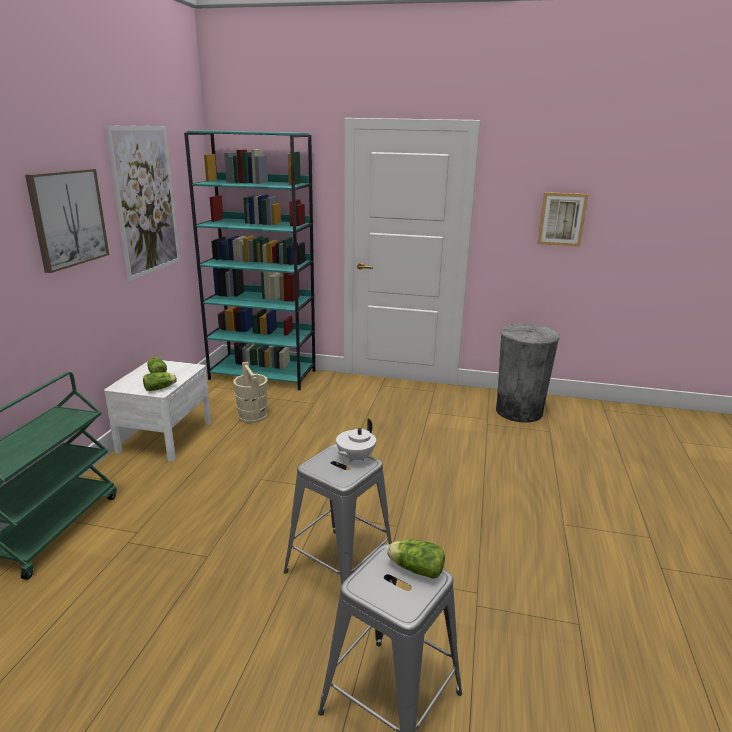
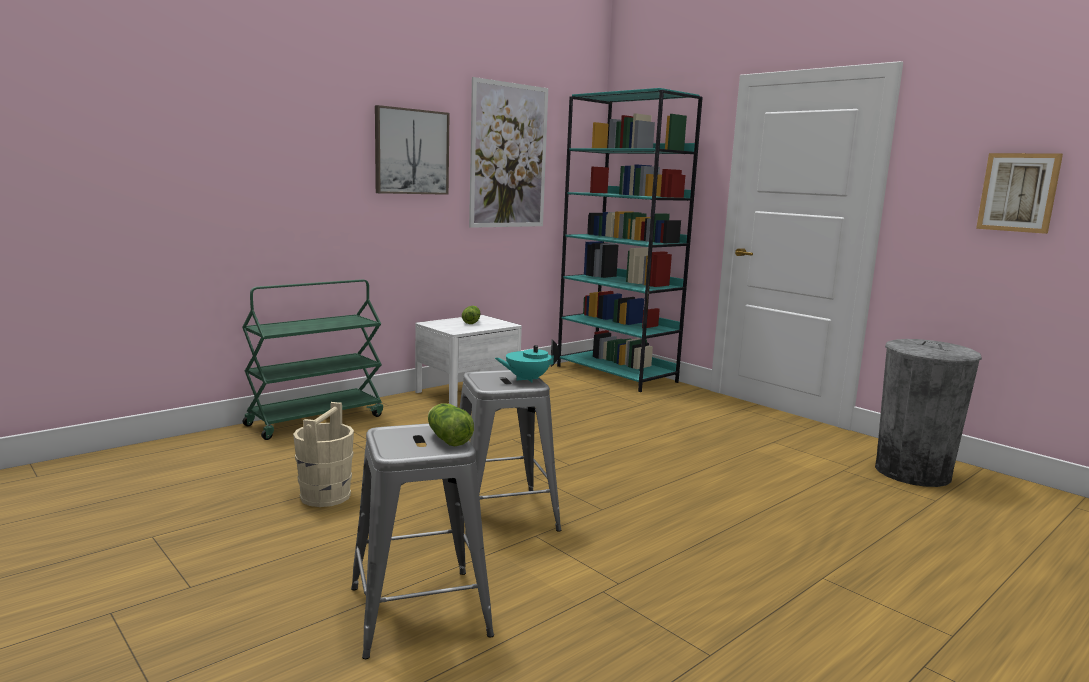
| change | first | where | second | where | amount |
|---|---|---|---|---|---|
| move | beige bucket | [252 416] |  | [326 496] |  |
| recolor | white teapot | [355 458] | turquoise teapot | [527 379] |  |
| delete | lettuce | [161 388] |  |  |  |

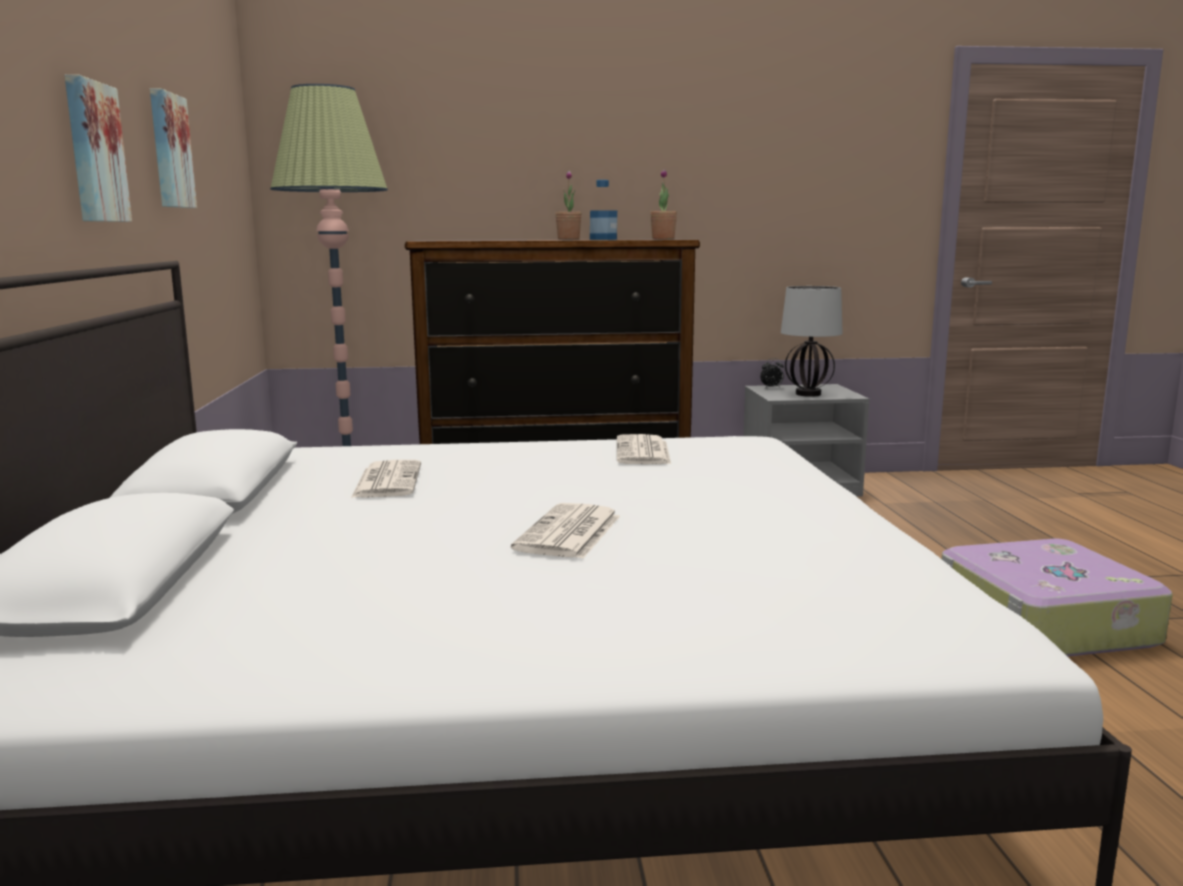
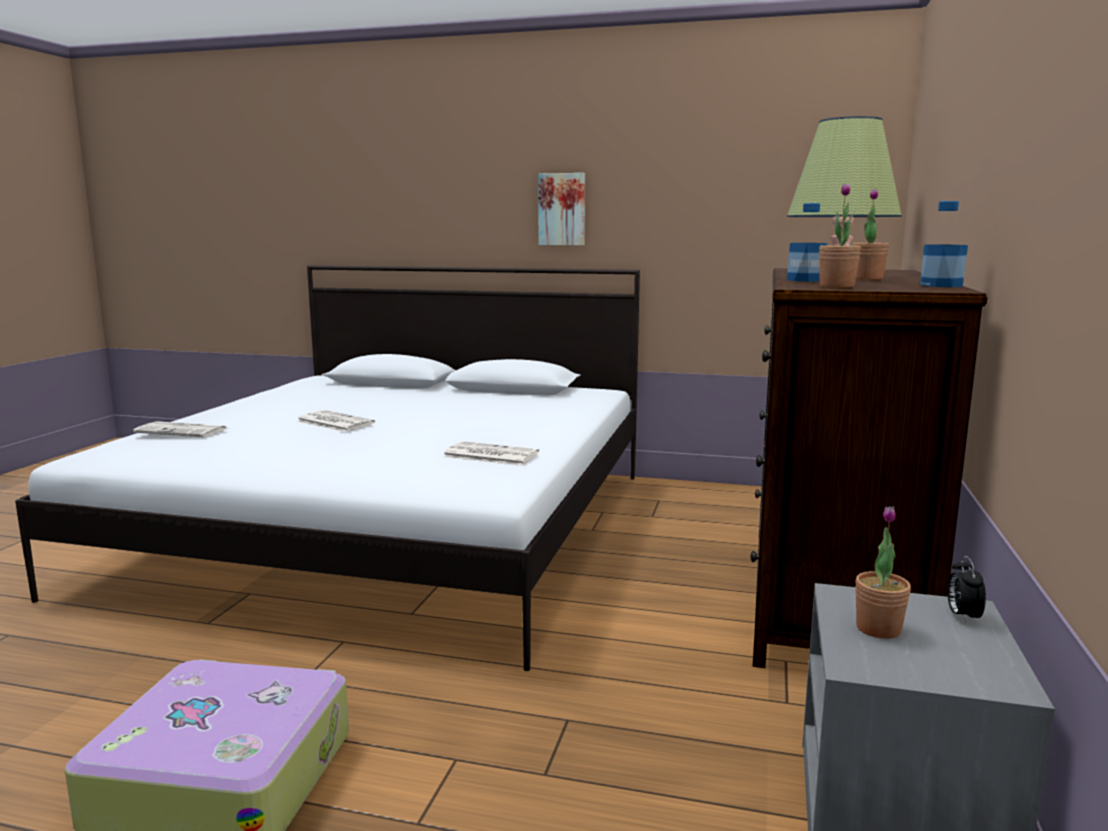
| change | first | where | second | where | amount |
|---|---|---|---|---|---|
| move | newspaper | [387 481] |  | [183 431] |  |
| replace | table lamp | [808 394] | potted plant | [878 629] |  |
| insert |  |  | bottle | [941 285] |  |
| delete | picture | [168 151] |  |  |  |

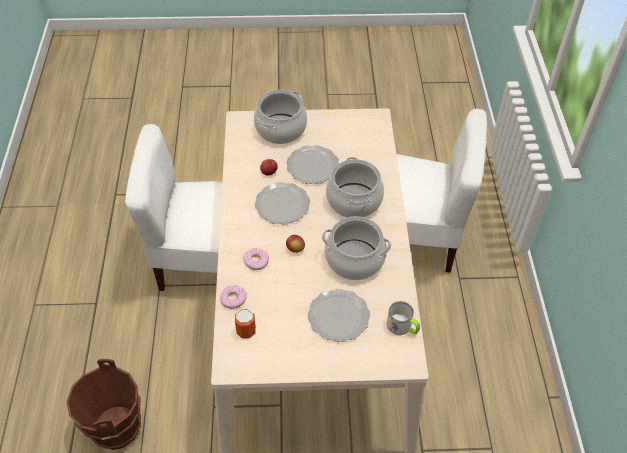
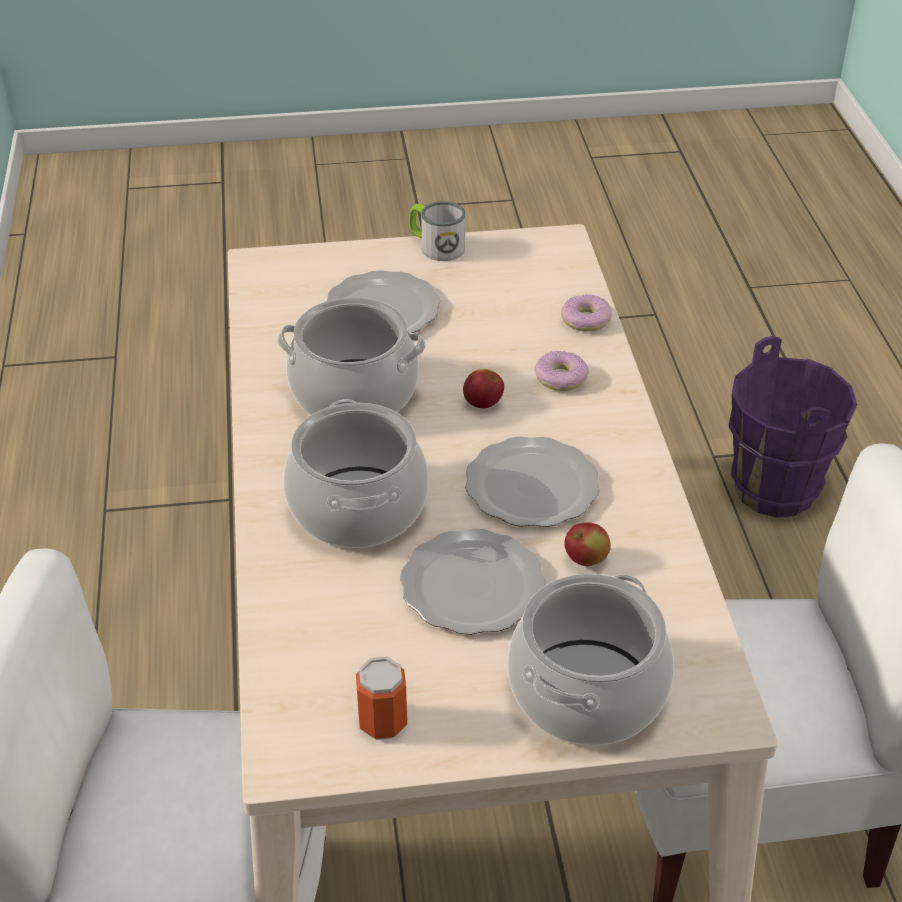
| change | first | where | second | where | amount |
|---|---|---|---|---|---|
| move | can | [246 331] |  | [382 722] |  |
| move | mug | [402 327] |  | [436 246] |  |
| recolor | brown bucket | [116 428] | purple bucket | [775 489] |  |

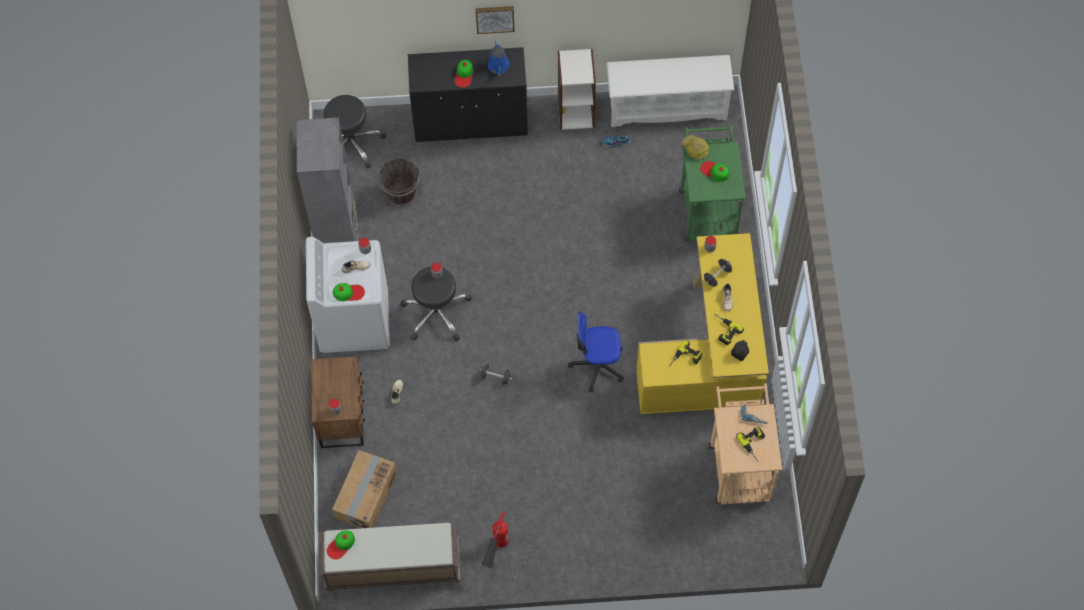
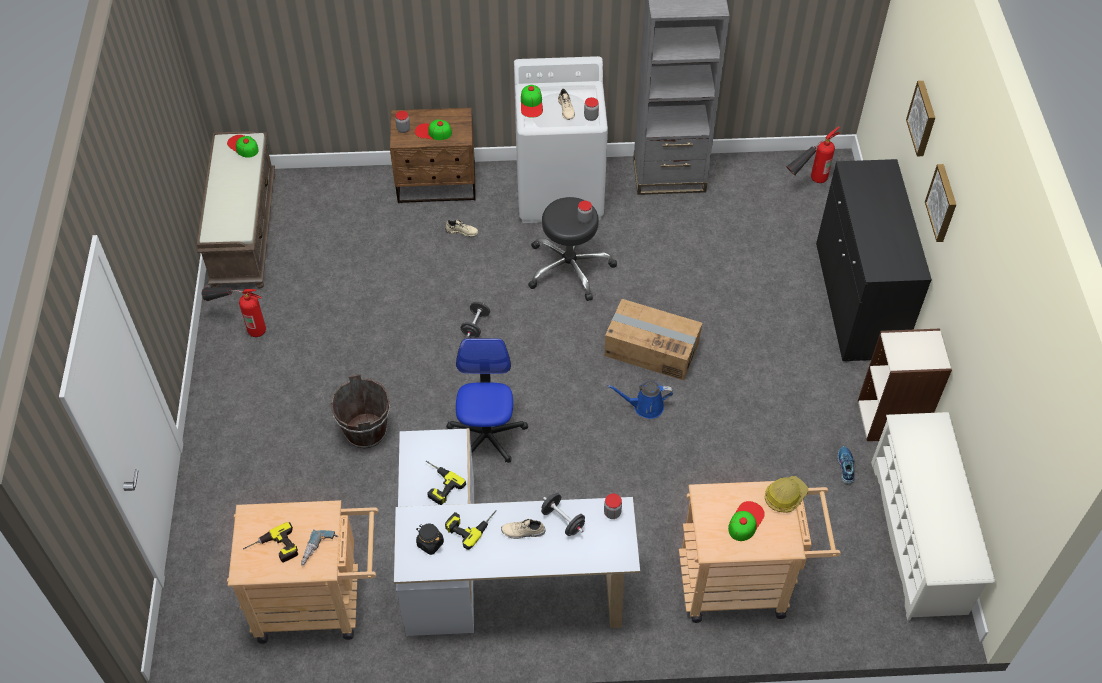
| change | first | where | second | where | amount |
|---|---|---|---|---|---|
| move | brown bucket | [401 193] |  | [366 431] |  |
| recolor | yellow desk | [710 355] | white desk | [495 574] |  |
| move | cap | [464 75] |  | [433 132] |  |
| move | cardboard box | [365 495] |  | [651 349] |  |
| move | blue watering can | [498 67] |  | [645 406] |  |
| recolor | green cart | [707 207] | beige cart | [744 583] |  |
| replace | black stool | [350 143] | fire extinguisher | [806 184] |  |
| insert |  |  | picture | [923 118] |  |

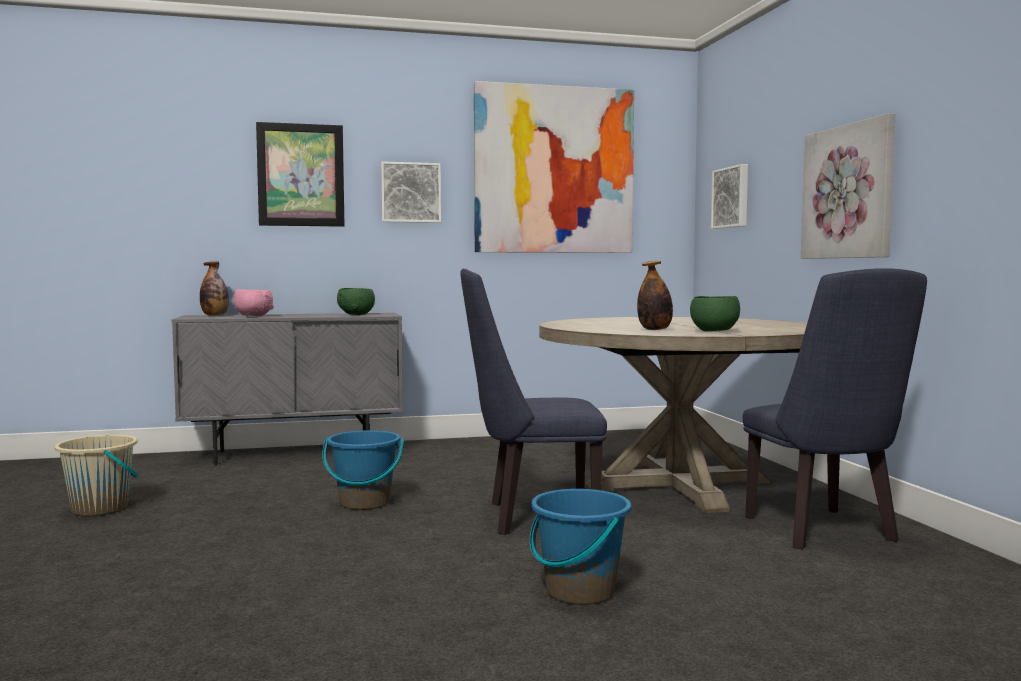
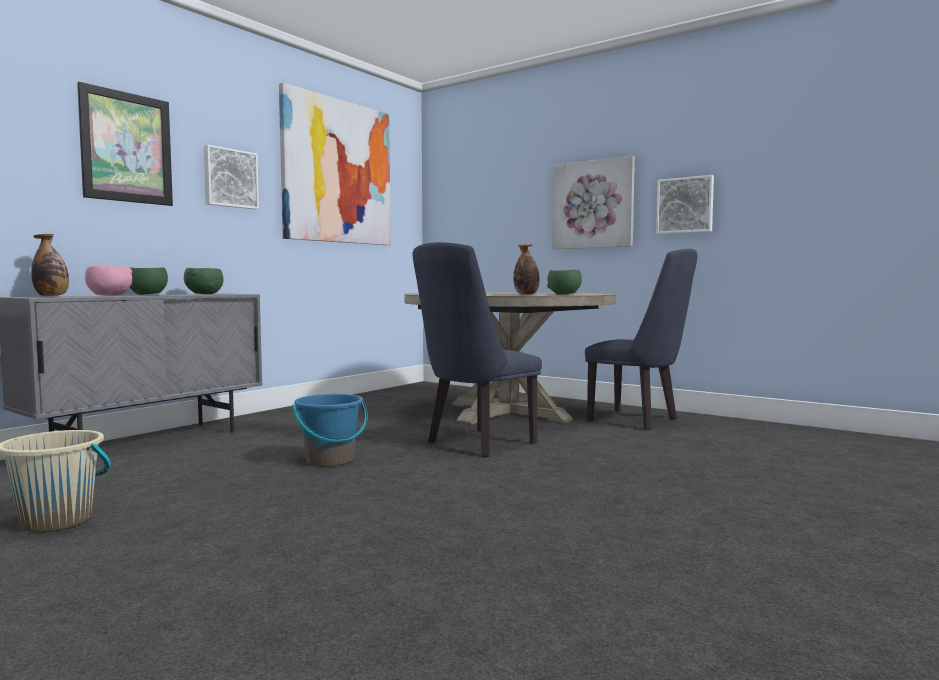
| change | first | where | second | where | amount |
|---|---|---|---|---|---|
| insert |  |  | green bowl | [148 294] |  |
| move | picture | [732 197] |  | [685 205] |  |
| delete | blue bucket | [579 591] |  |  |  |

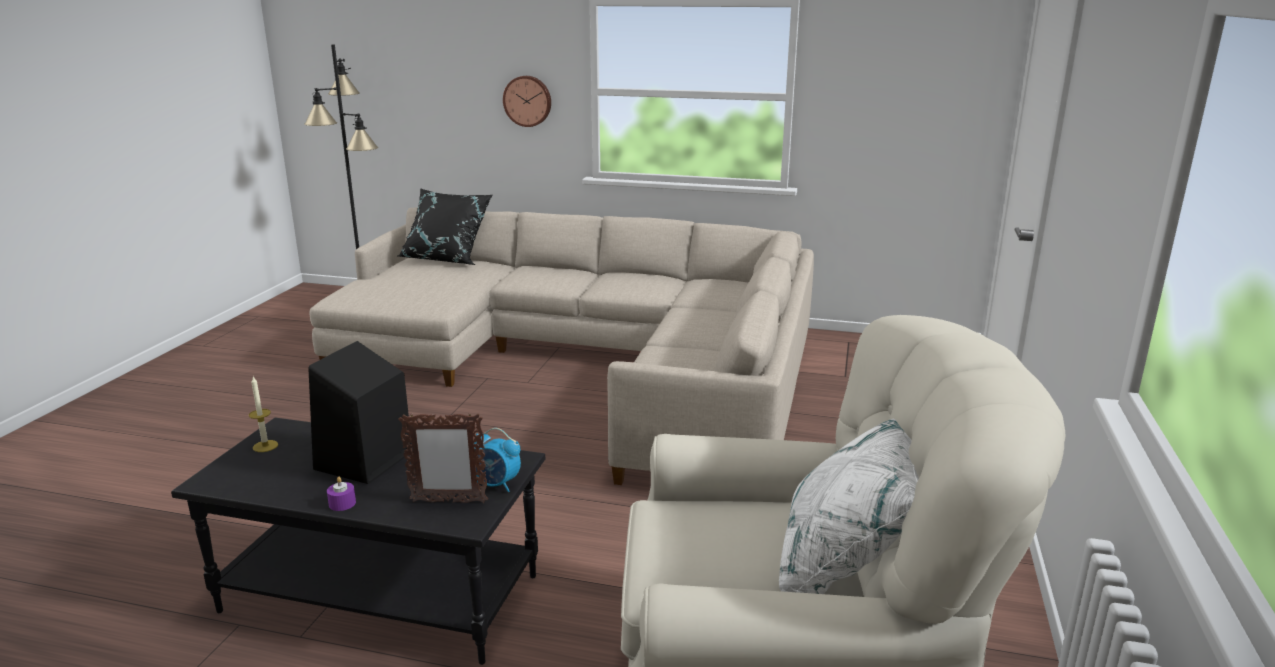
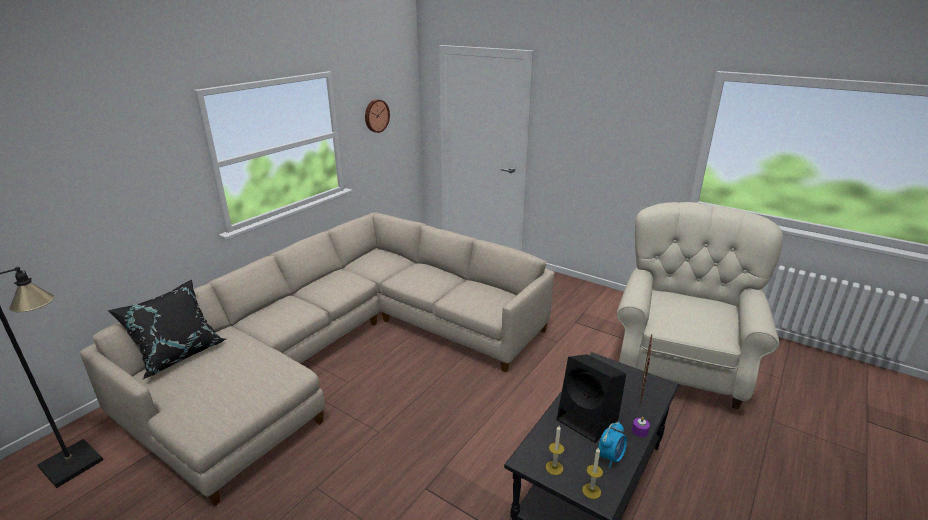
| change | first | where | second | where | amount |
|---|---|---|---|---|---|
| move | wall clock | [528 101] |  | [376 115] |  |
| insert |  |  | candle | [591 491] |  |
| move | alarm clock | [497 485] |  | [610 457] |  |
| delete | white pillow | [845 565] |  |  |  |

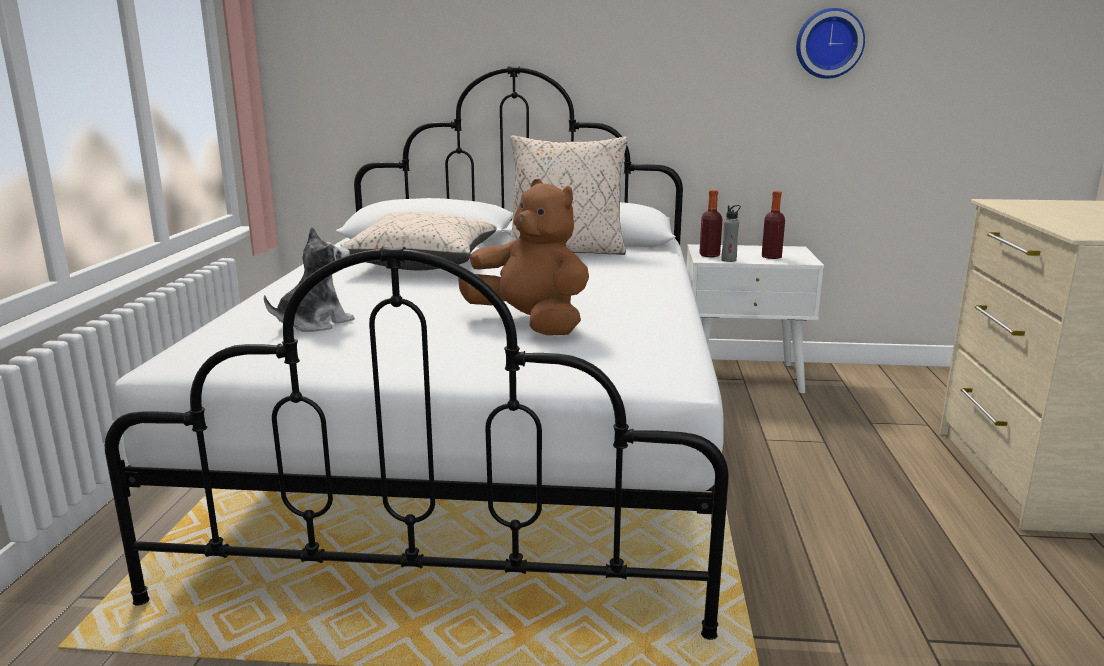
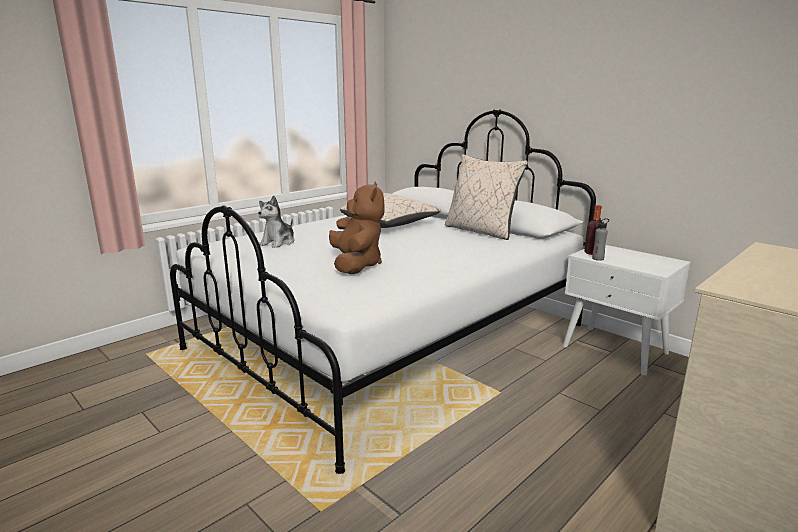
| change | first | where | second | where | amount |
|---|---|---|---|---|---|
| rotate | plush toy | [314 323] |  | [278 242] | 120 degrees clockwise |
| delete | bottle | [771 257] |  |  |  |
| delete | wall clock | [828 43] |  |  |  |

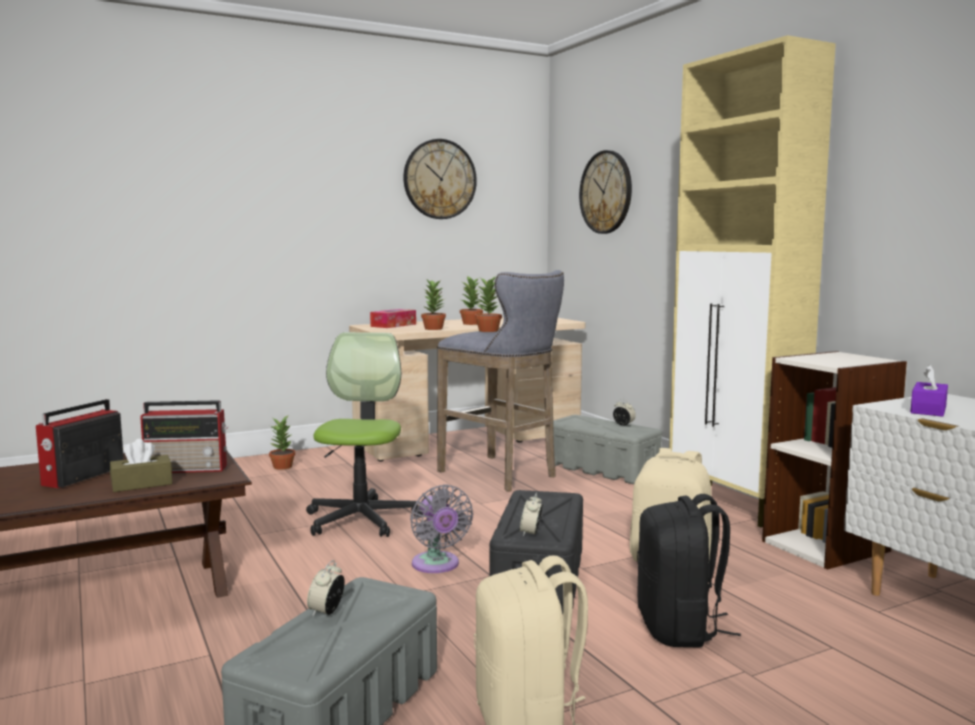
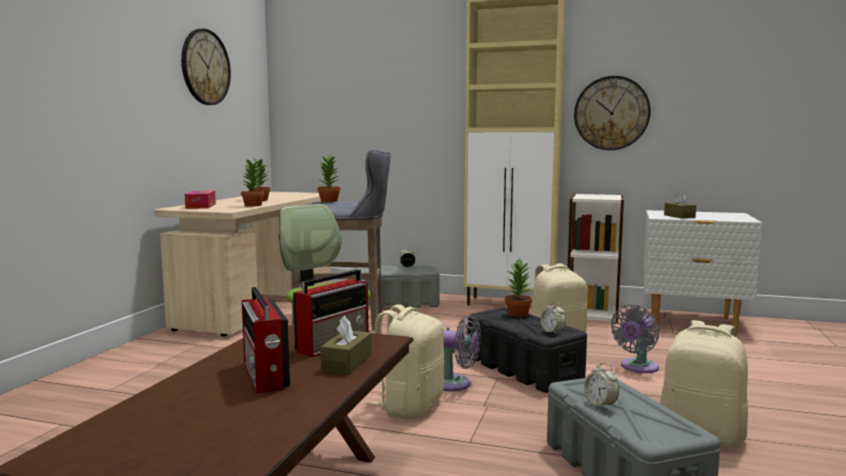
| change | first | where | second | where | amount |
|---|---|---|---|---|---|
| insert |  |  | beige backpack | [409 406] |  |
| move | potted plant | [283 467] |  | [518 313] |  |
| move | wall clock | [606 192] |  | [611 113] |  |
| replace | black backpack | [679 629] | grey fan | [637 367] |  |
| recolor | purple tissue box | [928 410] | brown tissue box | [679 216] |  |

